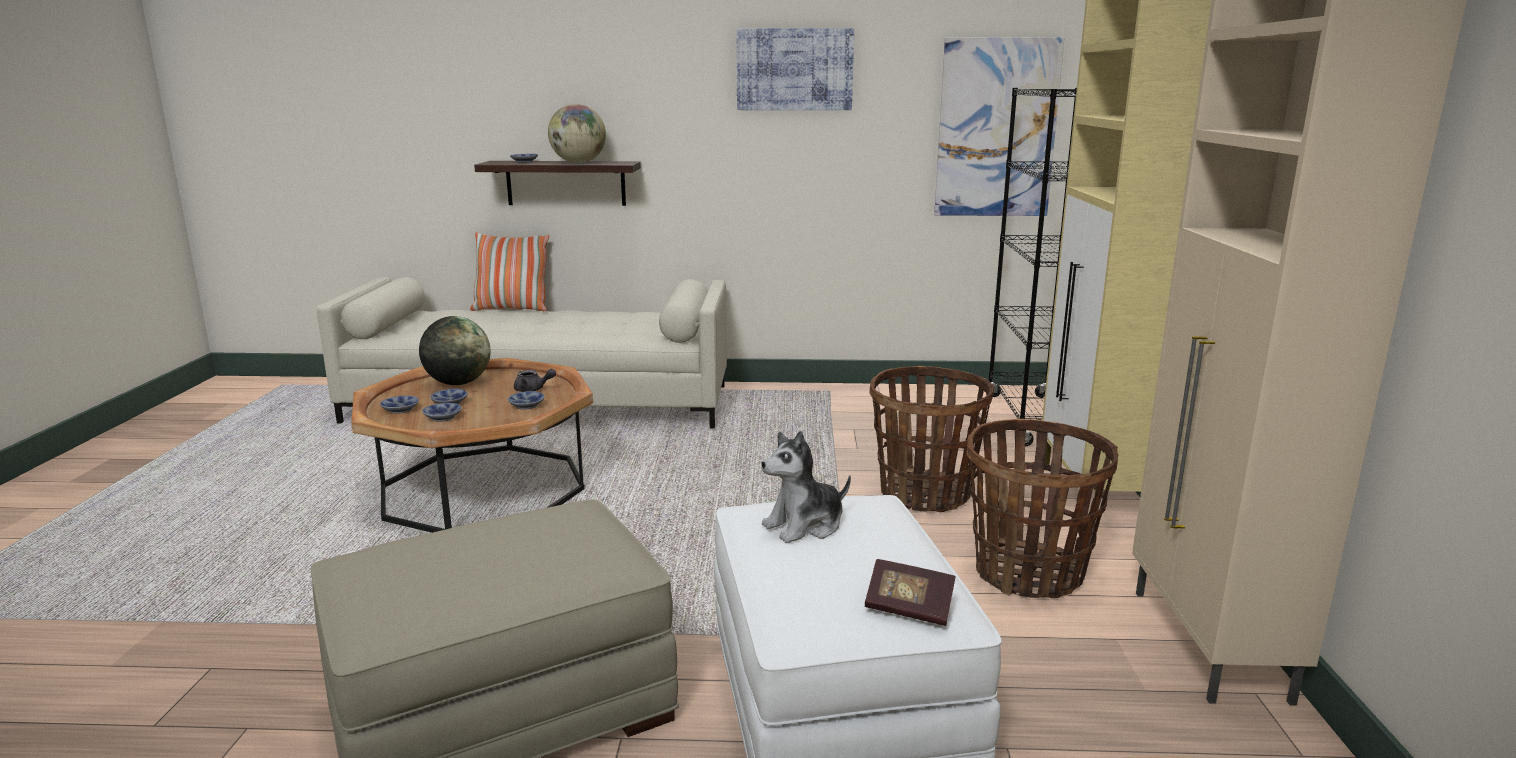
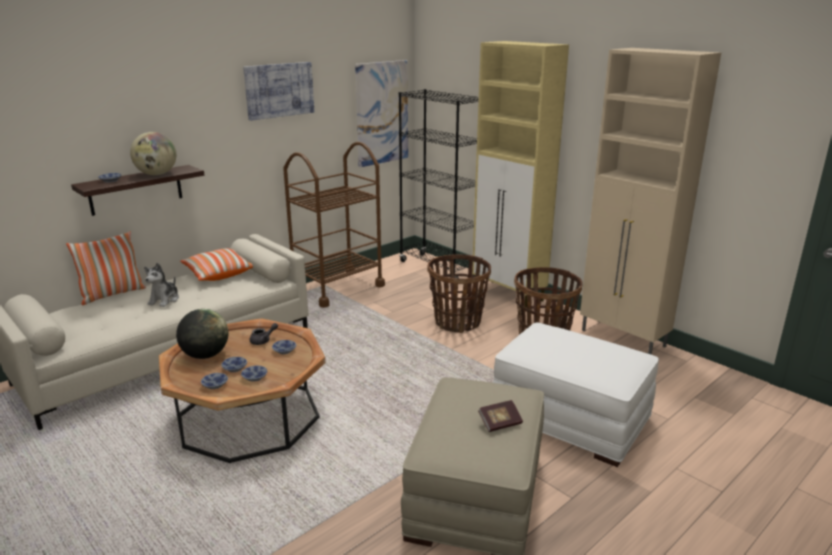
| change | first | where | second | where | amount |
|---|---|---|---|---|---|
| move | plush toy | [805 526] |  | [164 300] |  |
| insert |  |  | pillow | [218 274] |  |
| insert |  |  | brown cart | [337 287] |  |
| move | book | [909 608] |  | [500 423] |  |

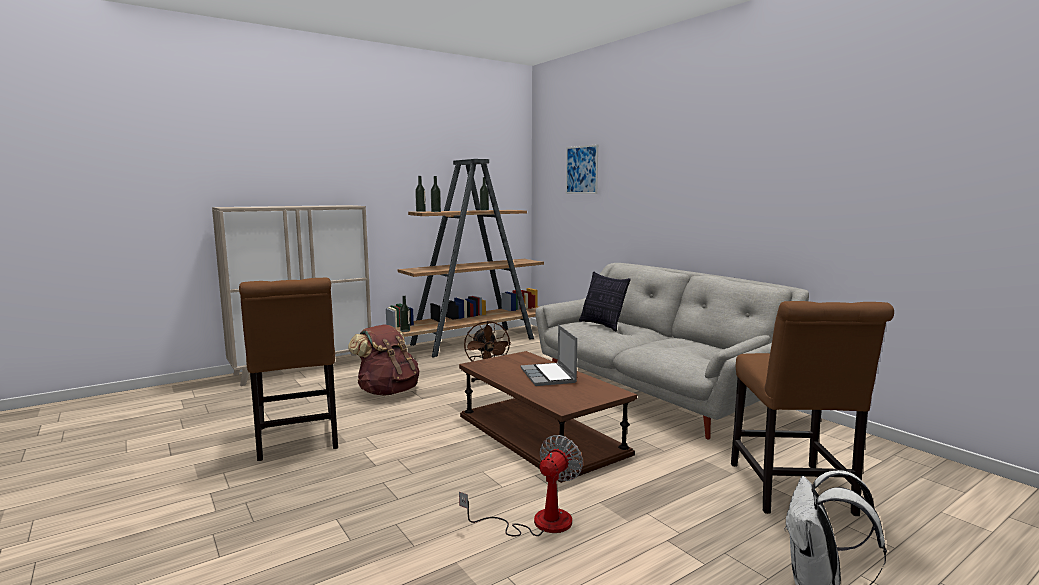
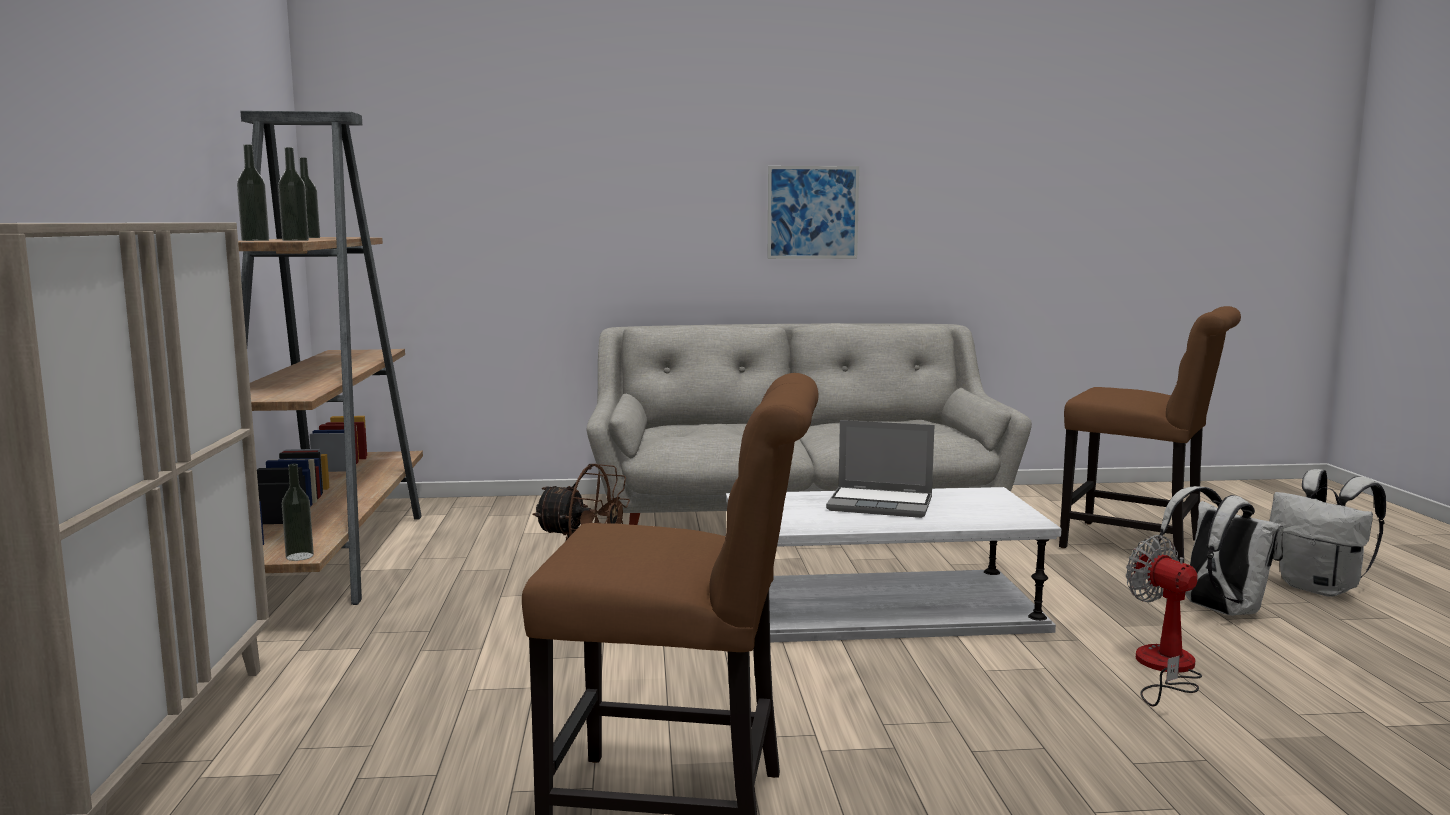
| change | first | where | second | where | amount |
|---|---|---|---|---|---|
| recolor | brown coffee table | [541 434] | white coffee table | [882 607] |  |
| move | picture | [581 170] |  | [812 212] |  |
| insert |  |  | white backpack | [1215 610] |  |
| delete | brown backpack | [388 392] |  |  |  |
| delete | pillow | [602 325] |  |  |  |

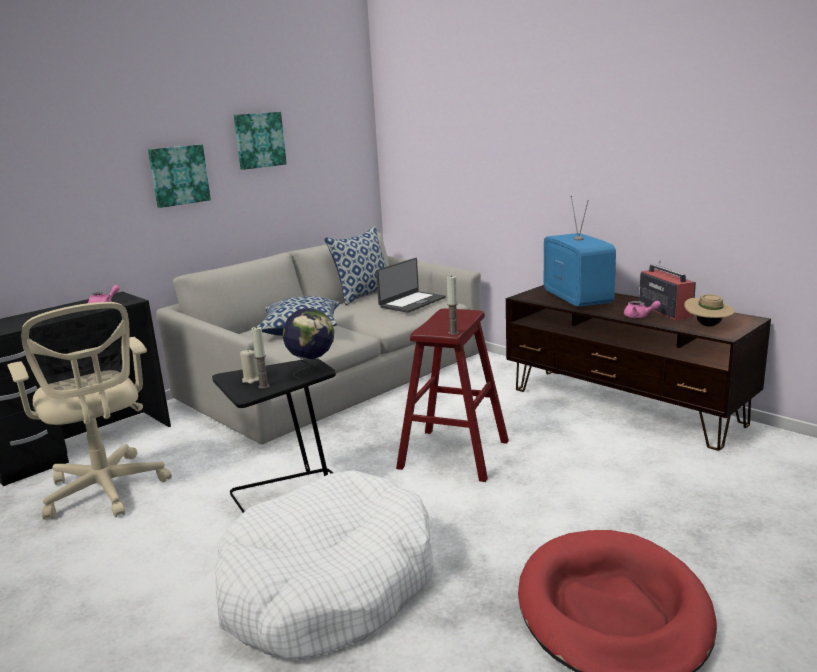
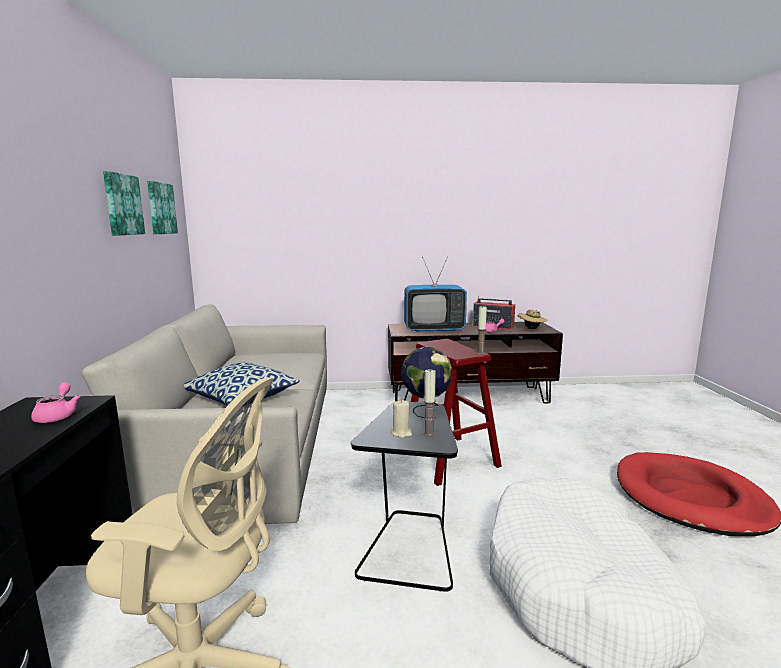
| change | first | where | second | where | amount |
|---|---|---|---|---|---|
| move | picture | [178 175] |  | [160 208] |  |
| rotate | television | [576 299] |  | [434 329] | 150 degrees clockwise |
| delete | pillow | [363 295] |  |  |  |
| delete | laptop | [411 302] |  |  |  |

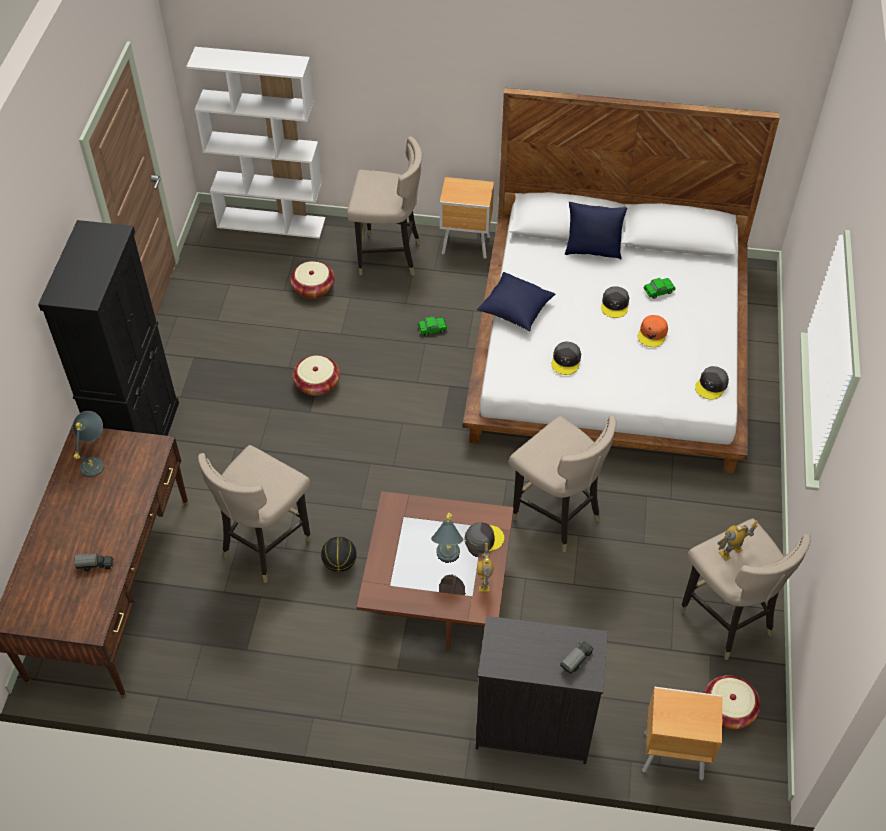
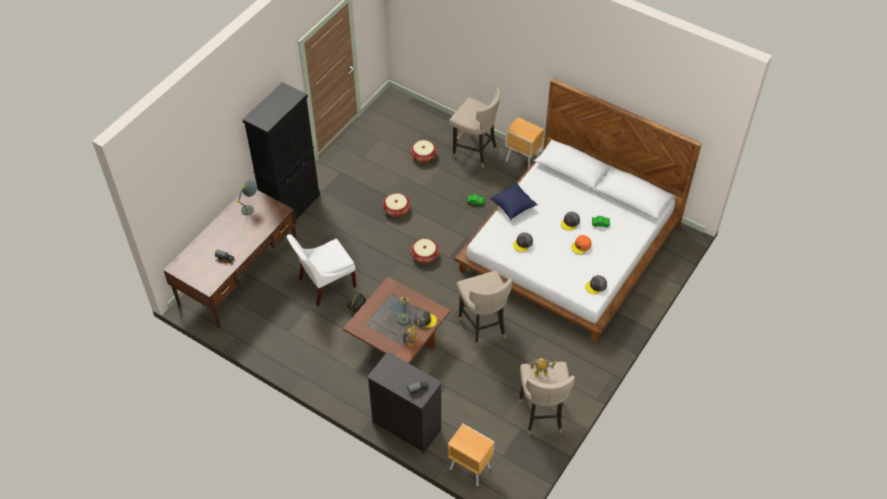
| change | first | where | second | where | amount |
|---|---|---|---|---|---|
| replace | beige stool | [265 544] | white chair | [324 284] |  |
| move | basket | [728 709] |  | [425 256] |  |
| delete | white bookcase | [272 222] |  |  |  |
| delete | blue pillow | [592 250] |  |  |  |

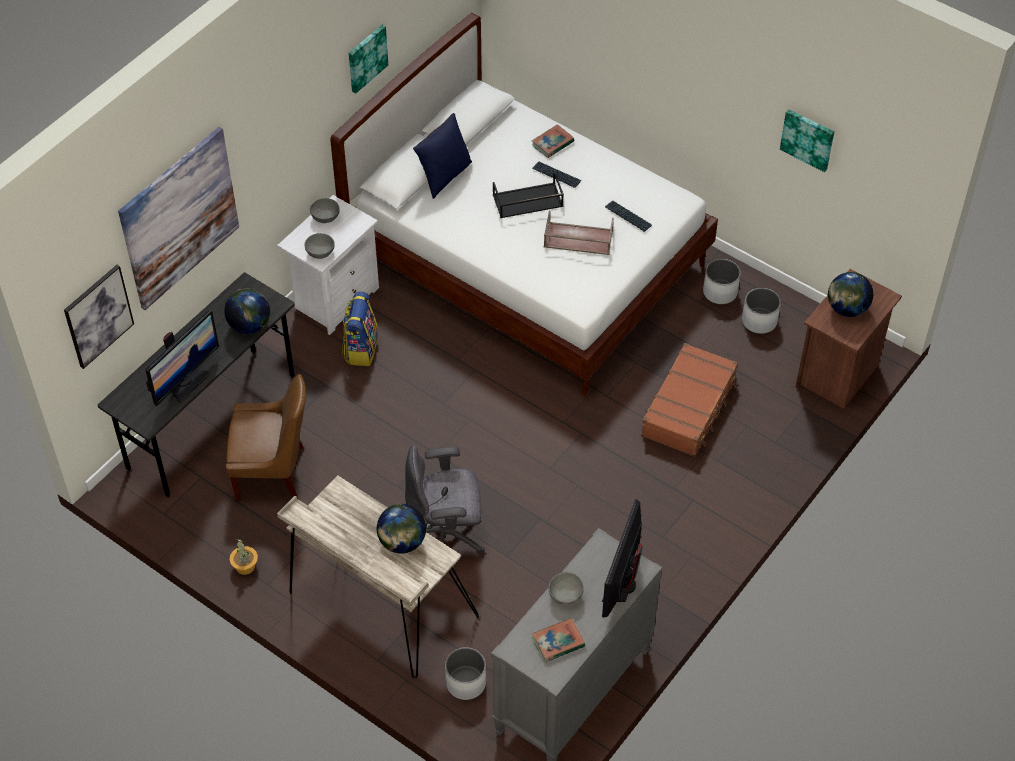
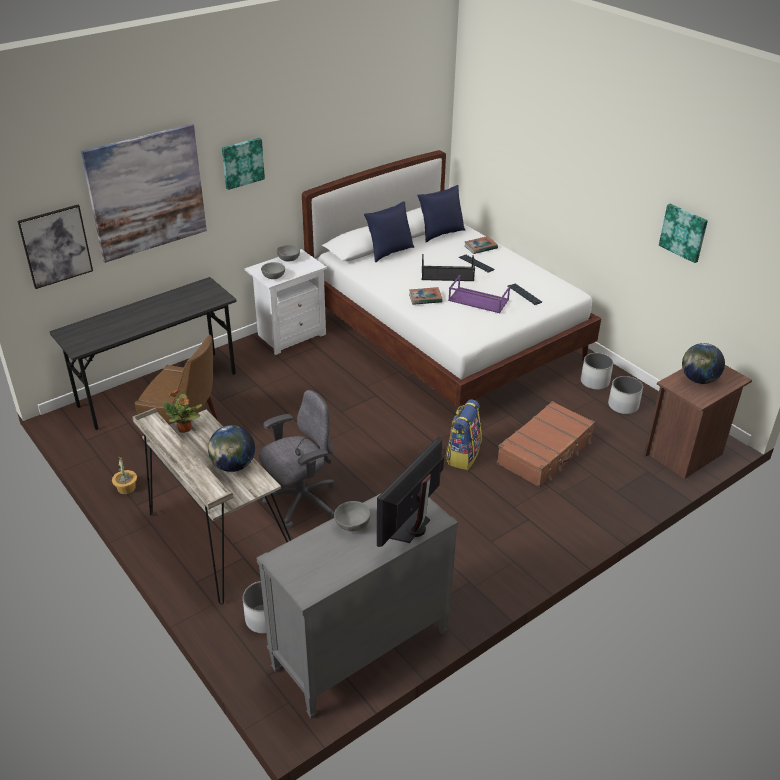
| change | first | where | second | where | amount |
|---|---|---|---|---|---|
| insert |  |  | potted plant | [185 429] |  |
| move | picture | [366 58] |  | [242 163] |  |
| rotate | grey office chair | [446 537] |  | [300 502] | 135 degrees clockwise |
| move | book | [558 642] |  | [425 298] |  |
| insert |  |  | blue pillow | [440 233] |  |
| move | backpack | [360 348] |  | [462 455] |  |
| recolor | brown tray | [577 239] | purple tray | [477 300] |  |
| delete | monitor | [186 382] |  |  |  |
| delete | globe | [250 325] |  |  |  |

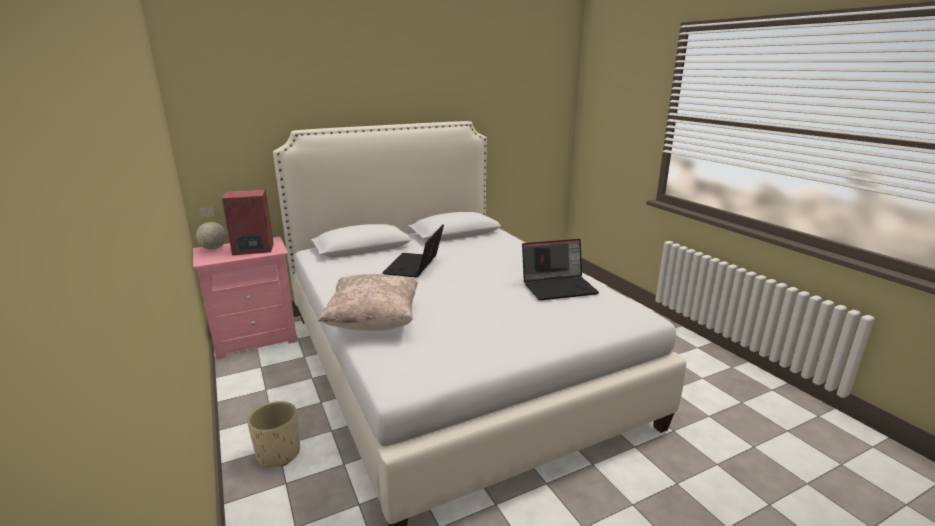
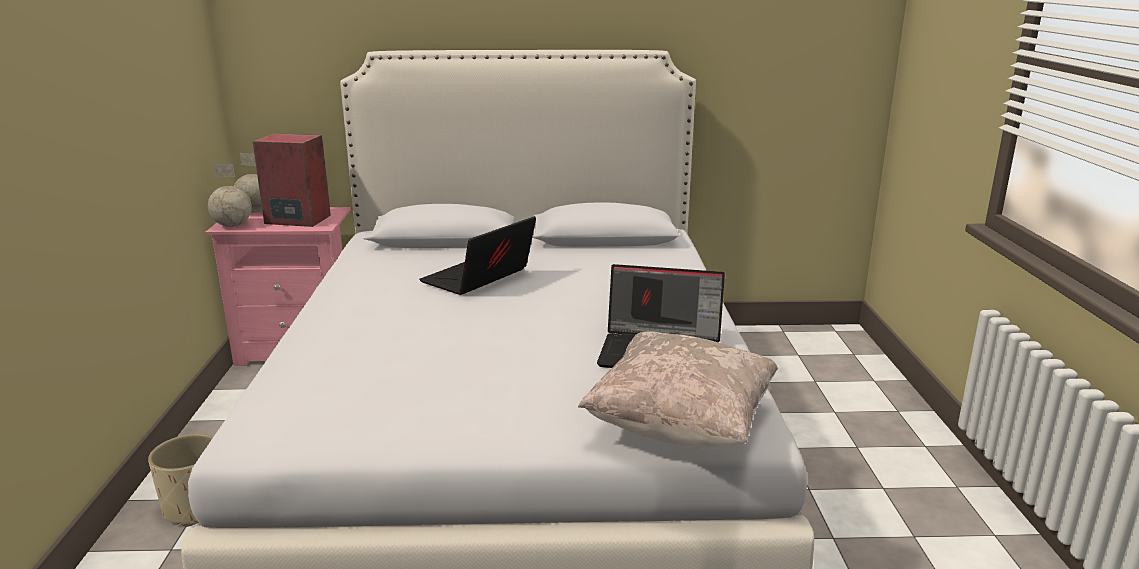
| change | first | where | second | where | amount |
|---|---|---|---|---|---|
| insert |  |  | globe | [232 225] |  |
| move | beige pillow | [374 322] |  | [681 425] |  |

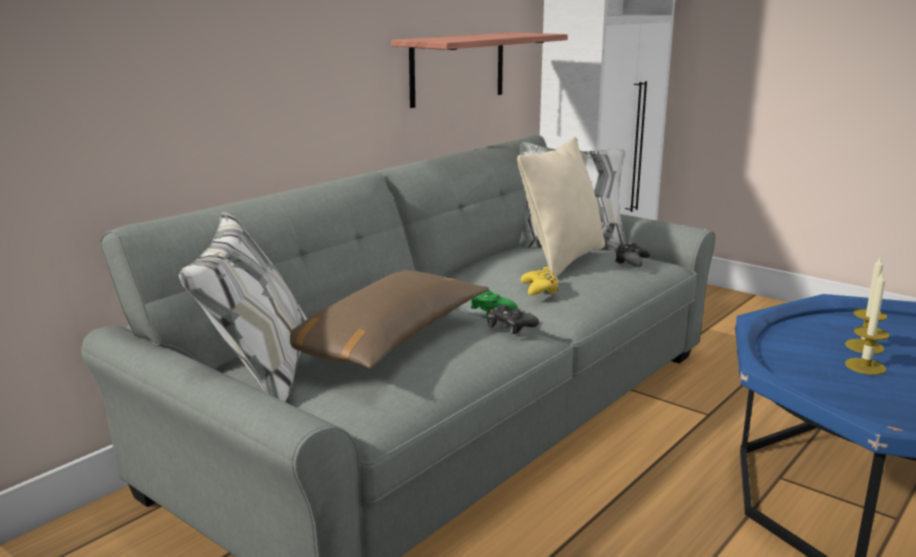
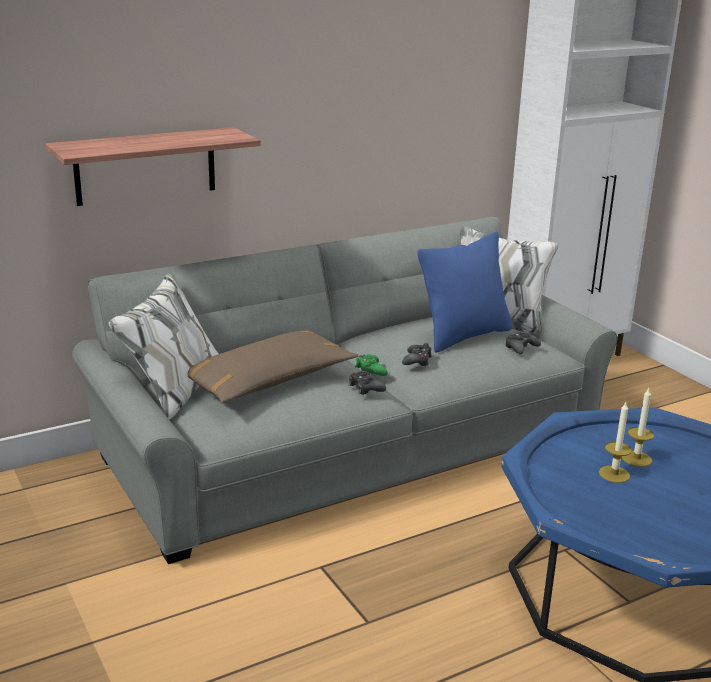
| change | first | where | second | where | amount |
|---|---|---|---|---|---|
| move | shelf | [458 68] |  | [145 166] |  |
| recolor | yellow game controller | [539 289] | black game controller | [417 360] |  |
| recolor | beige pillow | [563 259] | blue pillow | [464 336] |  |

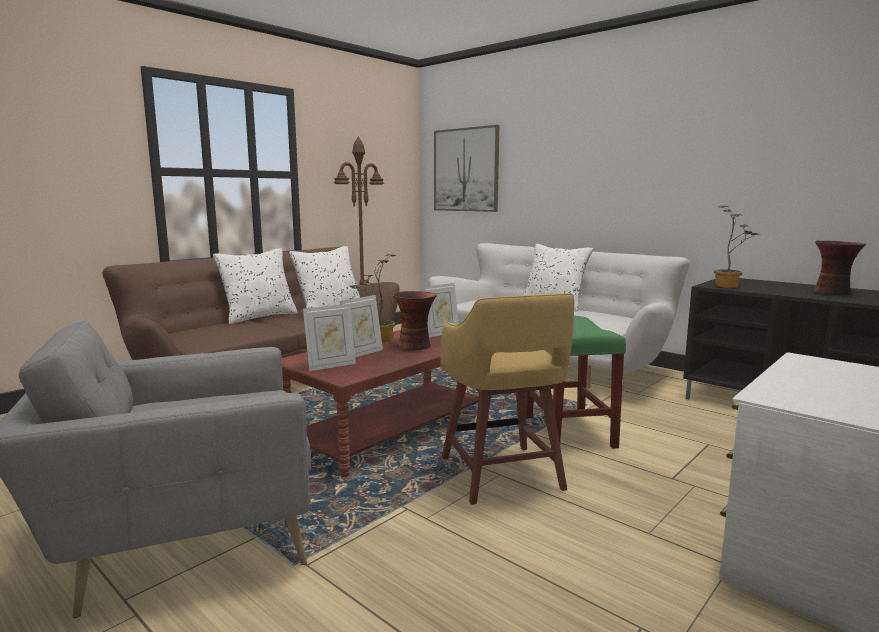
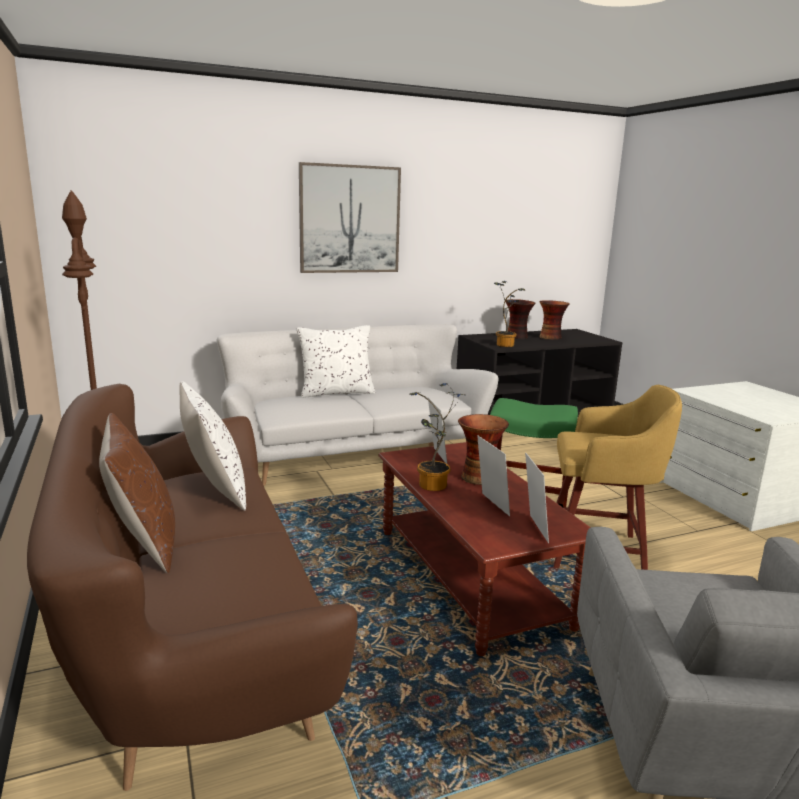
| change | first | where | second | where | amount |
|---|---|---|---|---|---|
| recolor | white pillow | [259 317] | brown pillow | [143 542] |  |
| move | picture | [466 170] |  | [350 219] |  |
| insert |  |  | vase | [517 337] |  |

